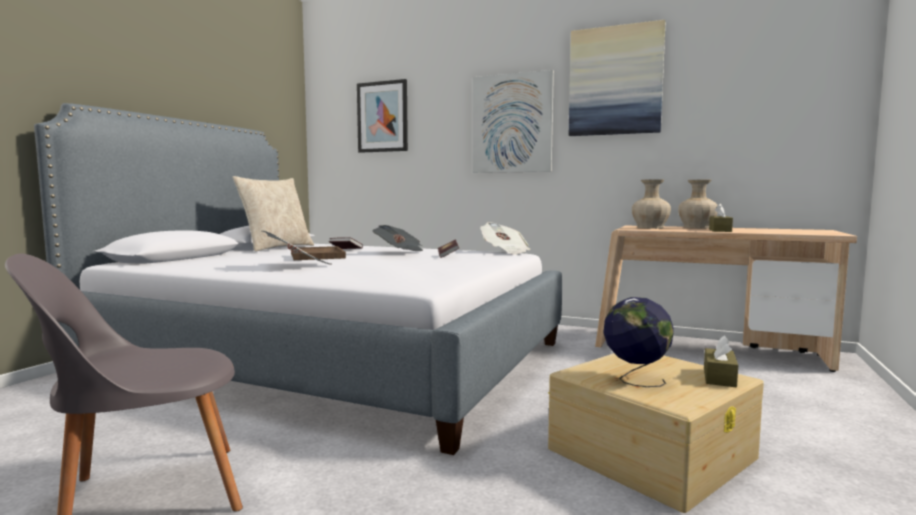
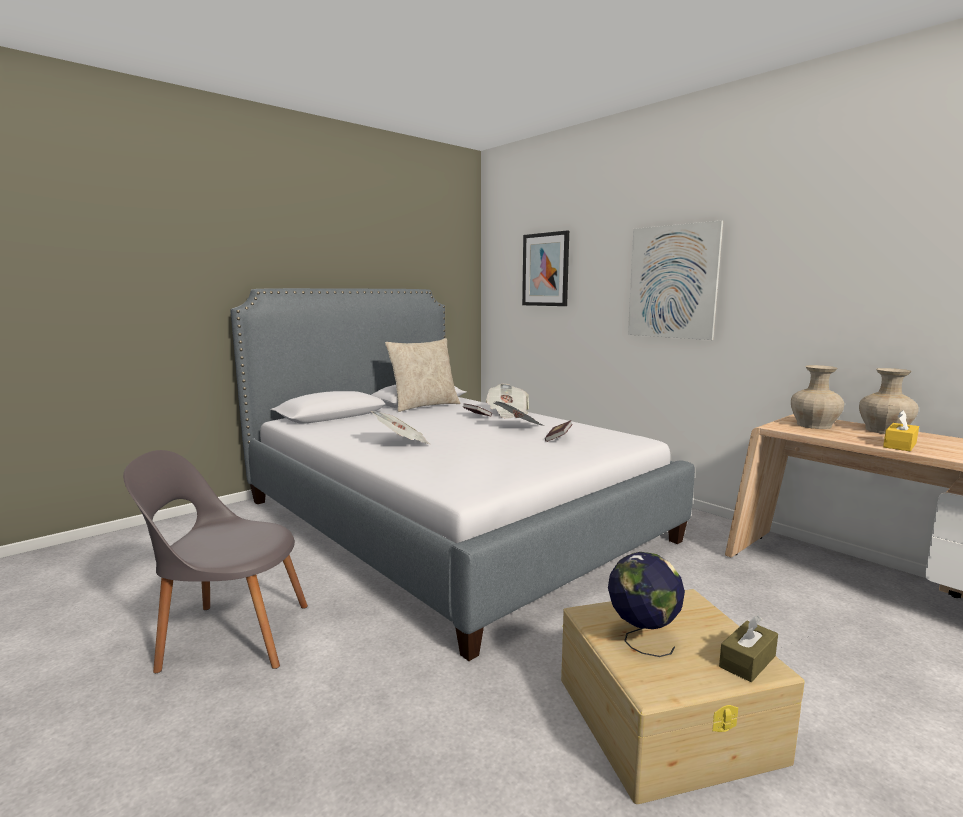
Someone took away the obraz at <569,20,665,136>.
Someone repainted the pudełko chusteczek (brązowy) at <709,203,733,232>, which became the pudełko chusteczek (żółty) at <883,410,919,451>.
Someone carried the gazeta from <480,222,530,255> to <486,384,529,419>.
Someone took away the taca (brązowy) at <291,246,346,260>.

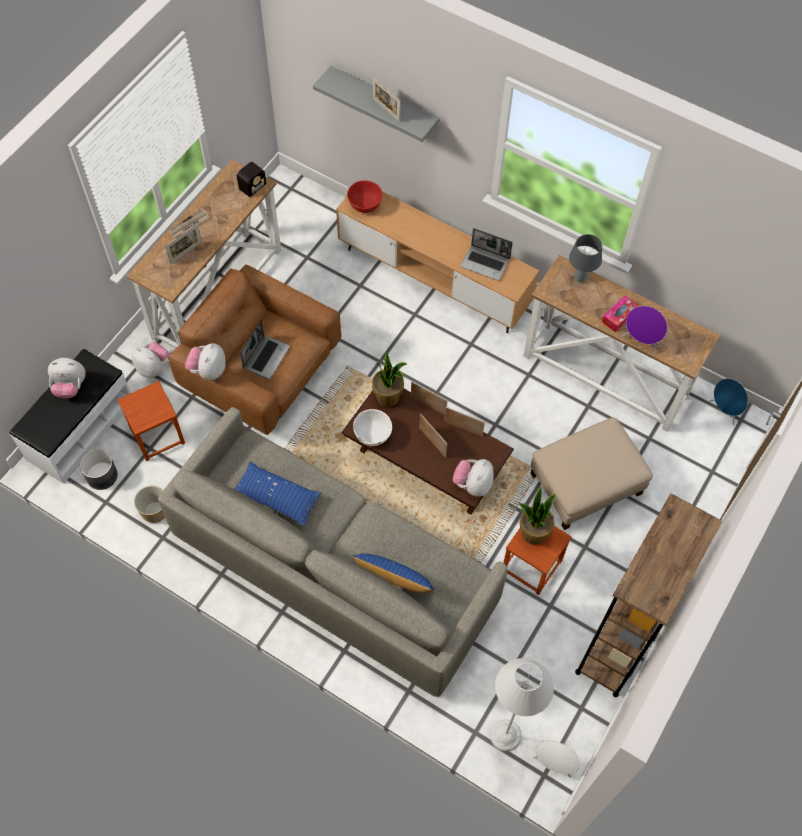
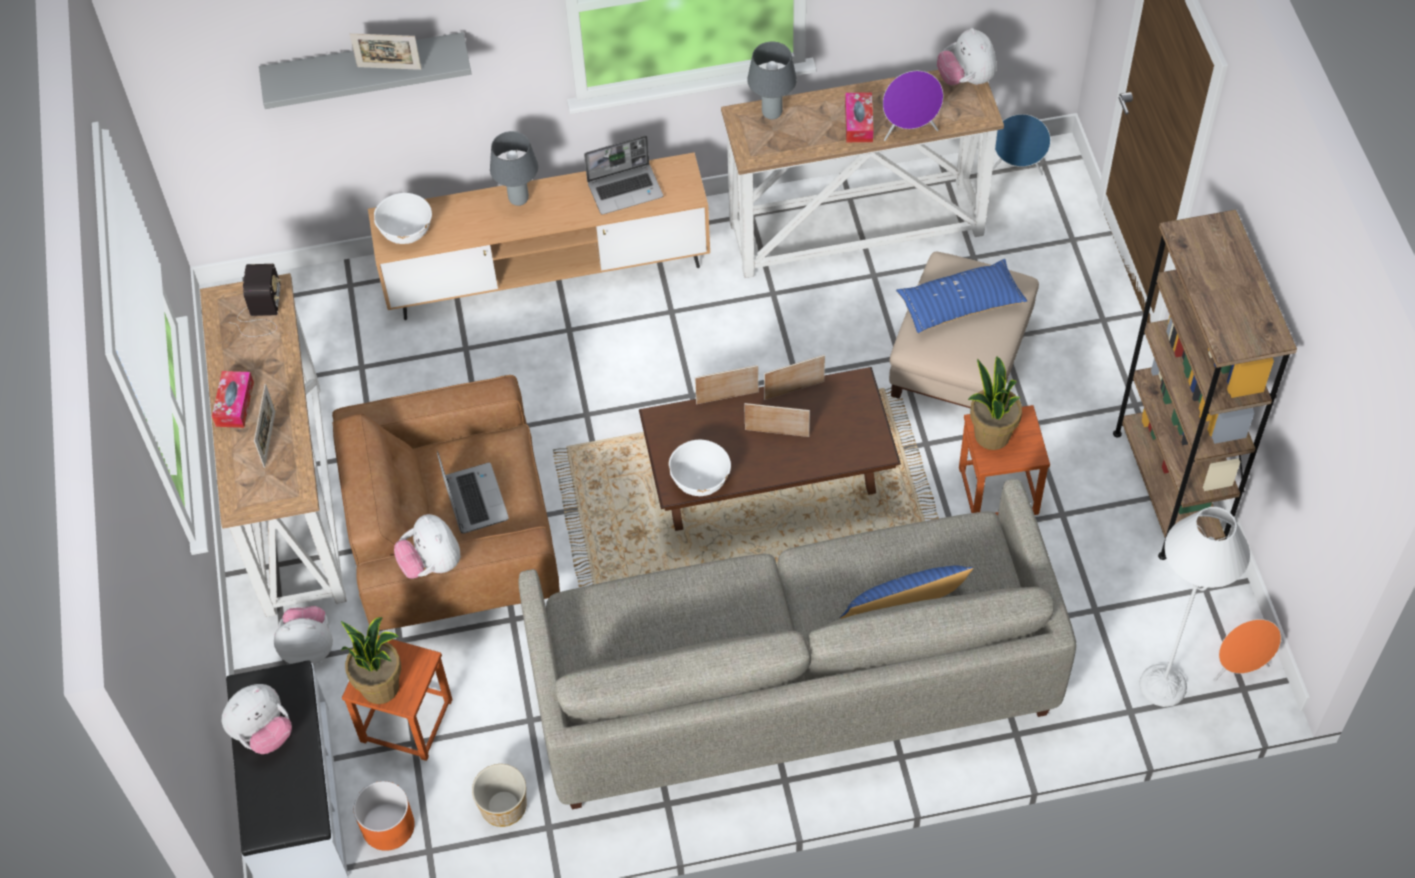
Someone repainted the miska (czerwony) at <347,180,383,213>, which became the miska (biały) at <374,193,432,244>.
Someone swapped the gazeta at <168,208,210,238> for the pudełko chusteczek at <212,371,254,428>.
Someone carried the roślina doniczkowa from <372,351,407,407> to <341,617,401,704>.
Someone repainted the donica (szary) at <80,449,118,490>, which became the donica (pomarańczowy) at <354,781,415,851>.
Someone carried the pluszak from <453,459,494,497> to <937,28,997,85>.
Someone carried the poduszka (niebieski) from <235,462,322,526> to <896,259,1027,333>.
Someone repainted the głośnik (biały) at <533,741,579,777>, which became the głośnik (pomarańczowy) at <1213,619,1281,682>.
Someone put down the lampa stołowa (szary) at <490,131,538,206>.

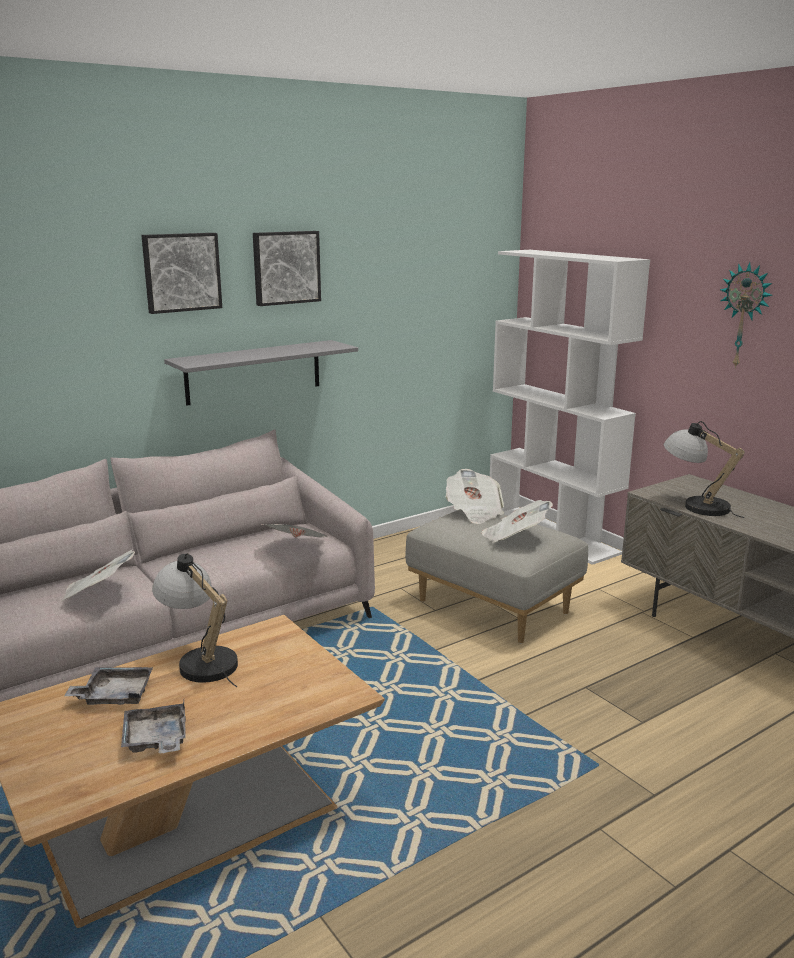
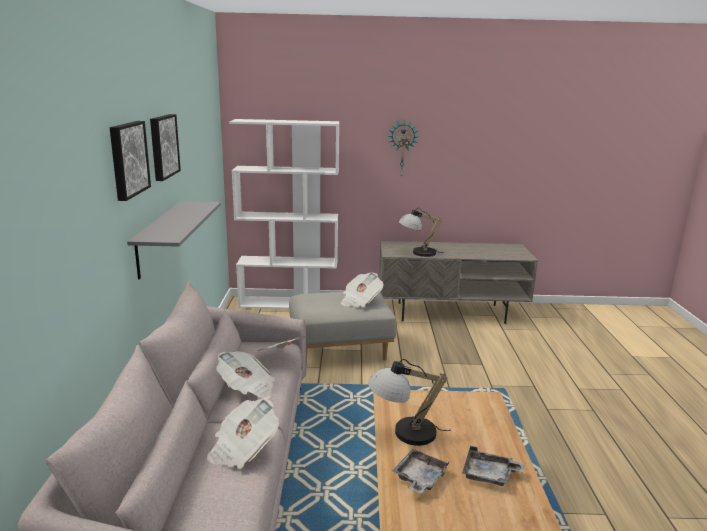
Someone carried the gazeta from <446,469,504,524> to <216,351,275,399>.

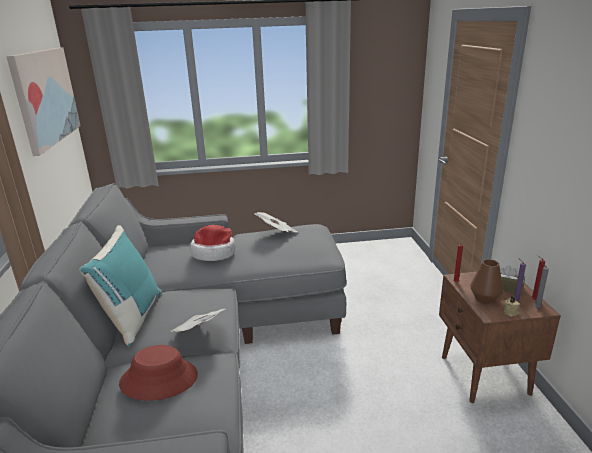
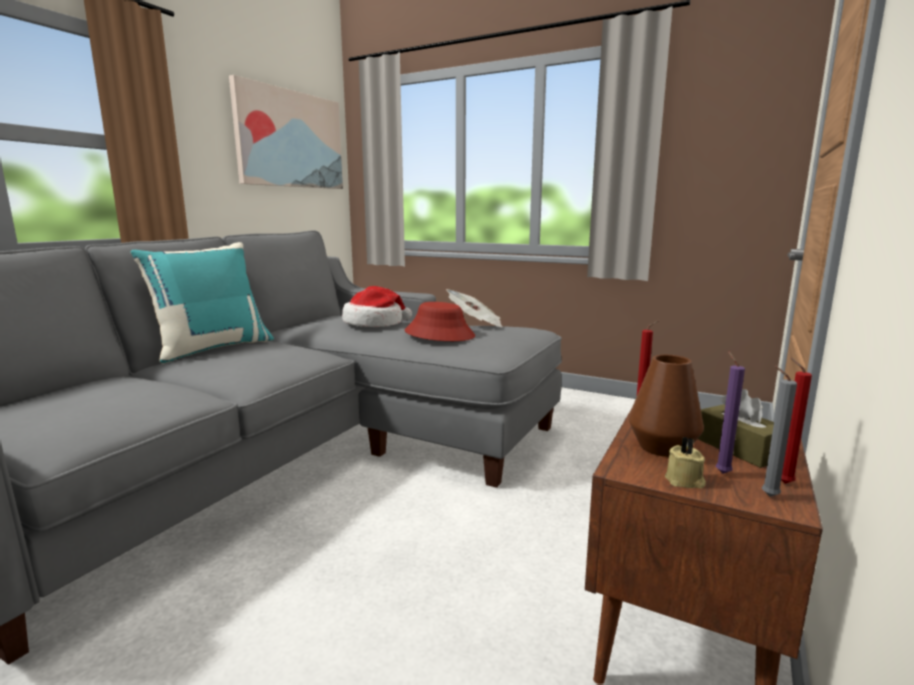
Someone took away the gazeta at <171,309,225,332>.
Someone carried the kapelusz (czerwony) from <119,345,198,401> to <405,302,475,341>.

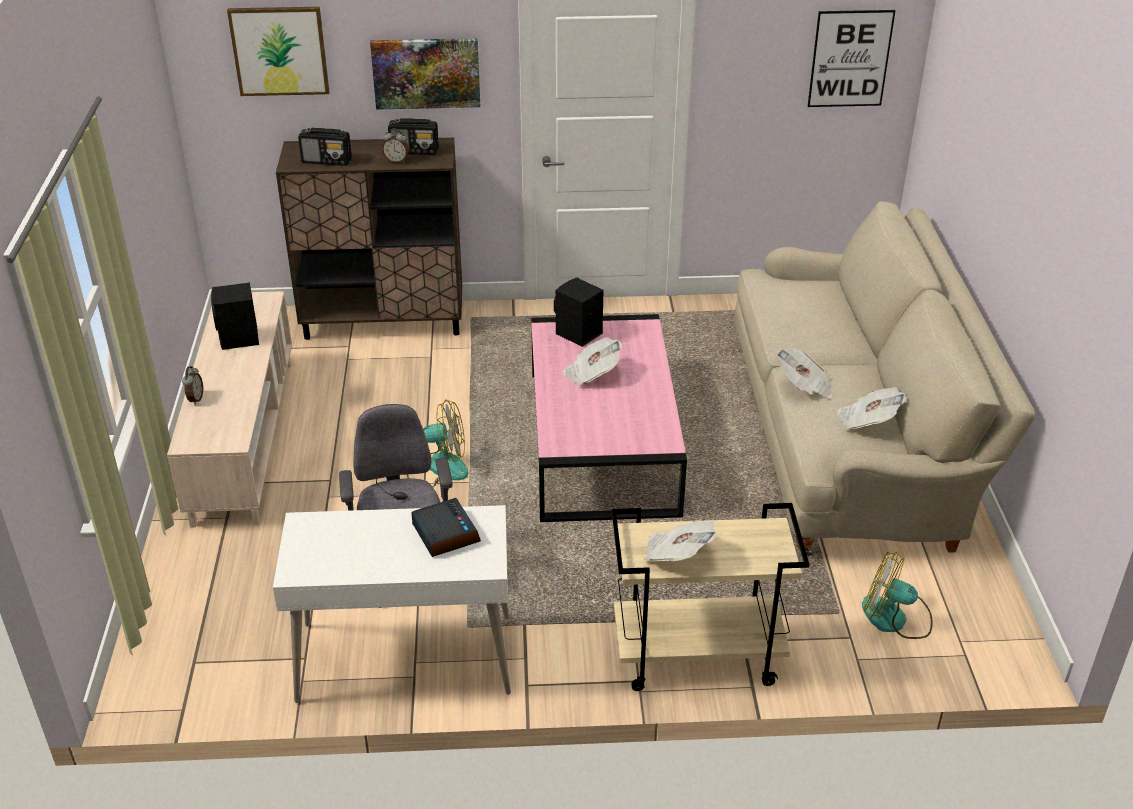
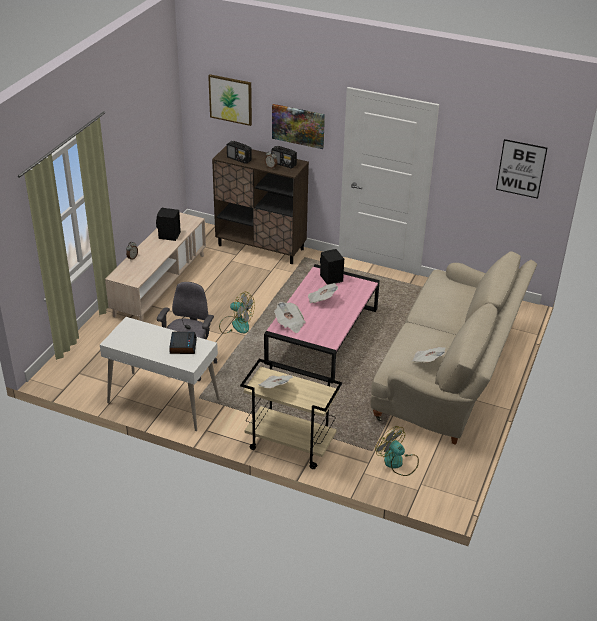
Someone carried the gazeta from <776,347,832,398> to <274,302,306,333>.

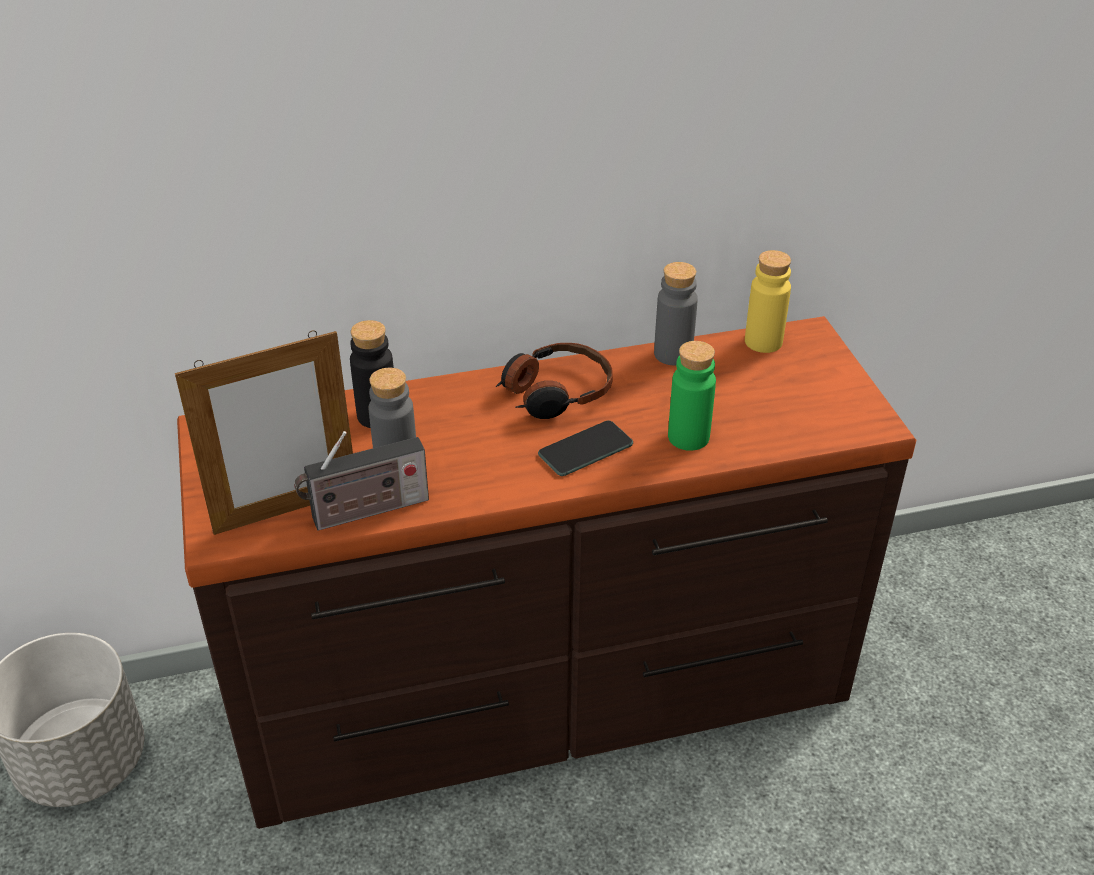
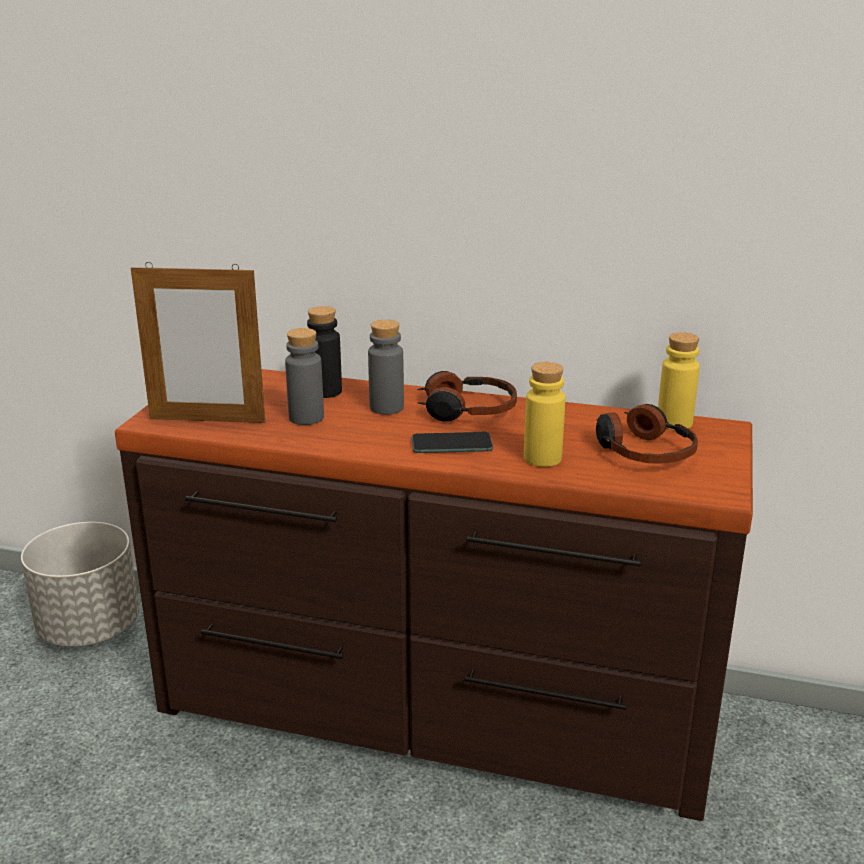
Someone carried the butelka (szary) from <654,262,698,366> to <368,320,404,415>.
Someone repainted the butelka (zielony) at <668,341,716,451>, which became the butelka (żółty) at <524,362,565,467>.
Someone took away the radio at <294,431,429,531>.
Someone put down the słuchawki at <596,404,698,464>.

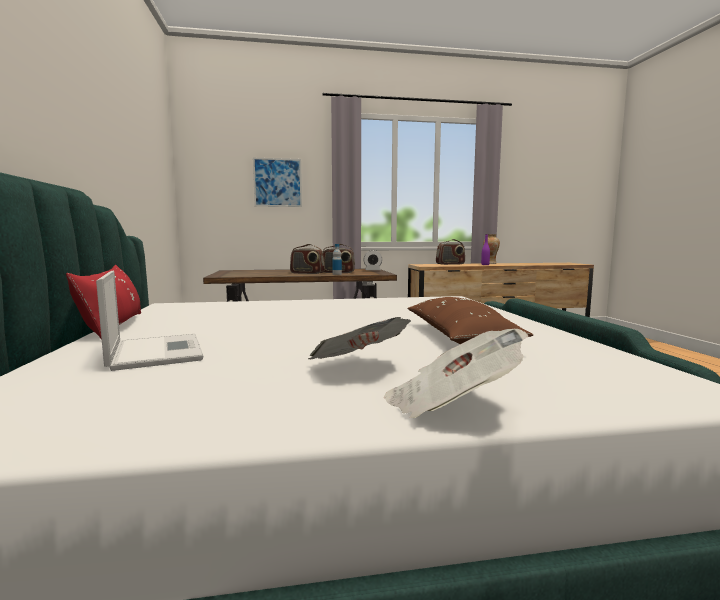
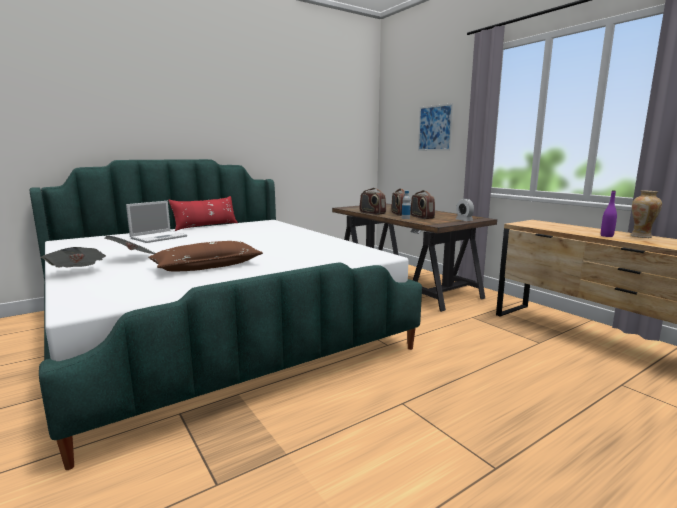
Someone carried the radio from <436,239,465,265> to <360,188,386,215>.

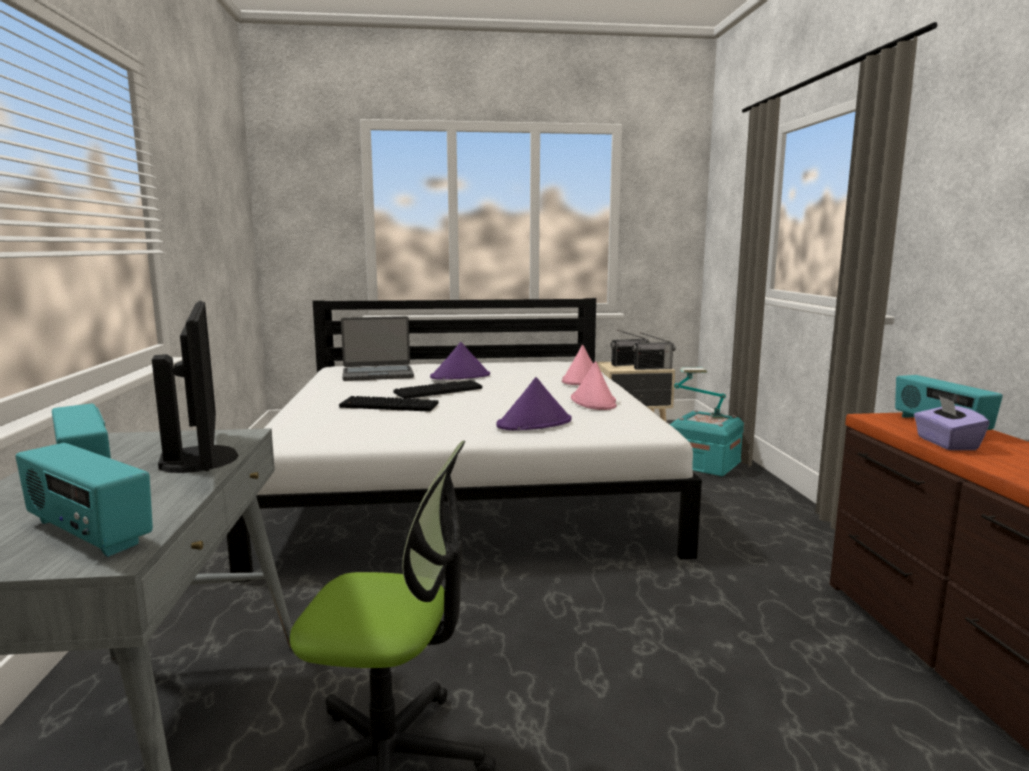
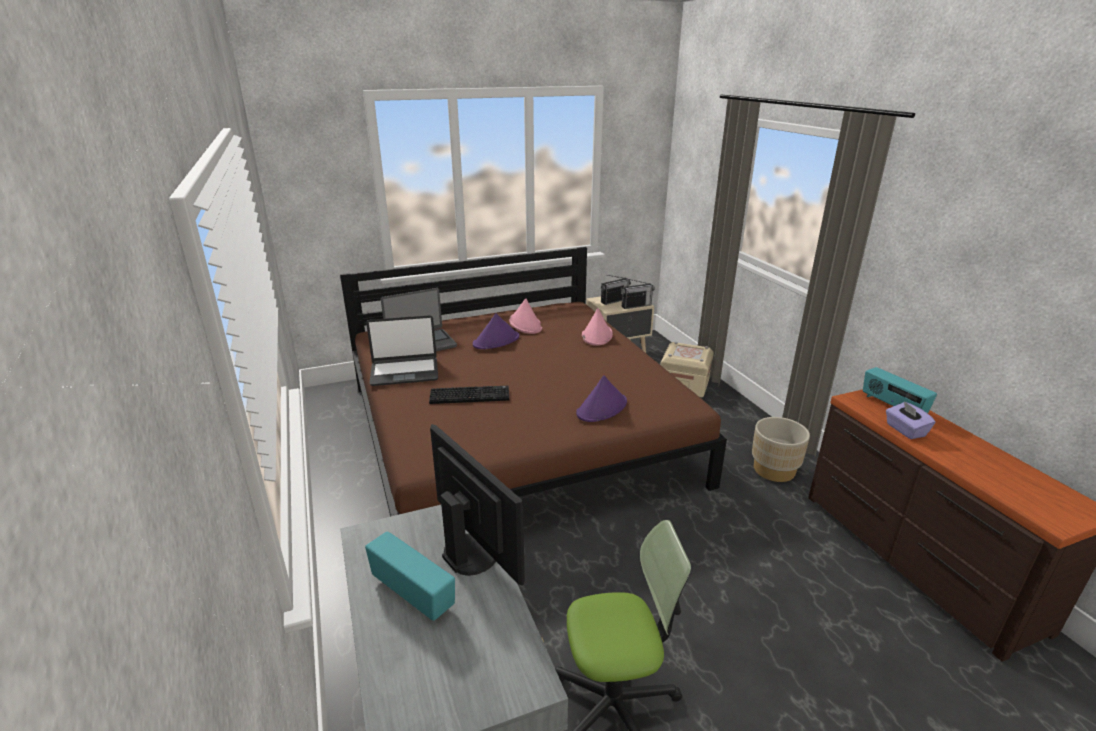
Someone repainted the łóżko (biały) at <227,298,702,582>, which became the łóżko (brązowy) at <340,247,727,517>.
Someone carried the kapelusz (różowy) from <571,361,617,410> to <509,299,542,334>.
Someone took away the lampa stołowa at <674,367,726,418>.
Someone took away the klawiatura at <394,380,482,399>.
Someone repainted the pojemnik do przechowywania (turkusowy) at <670,410,744,476>, which became the pojemnik do przechowywania (beżowy) at <660,342,714,397>.
Someone took away the radio at <16,443,153,557>.
Someone put down the laptop at <366,315,438,386>.
Someone put down the donica (beżowy) at <752,417,810,482>.

